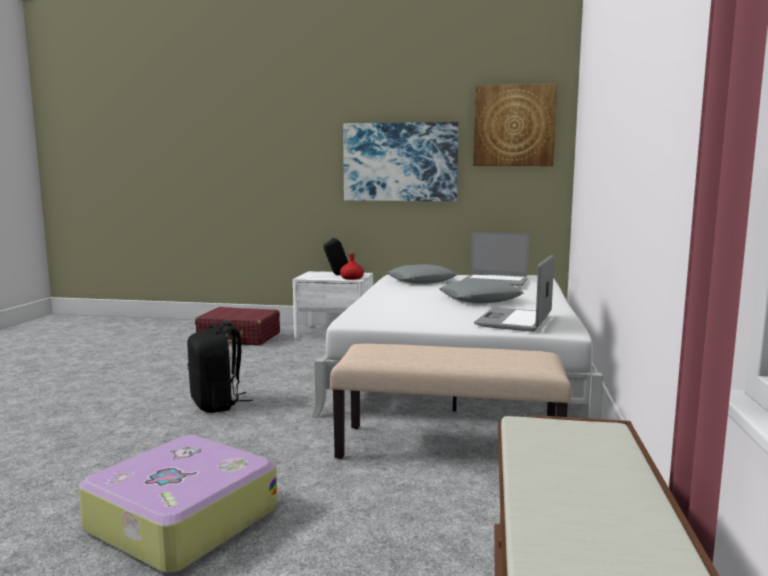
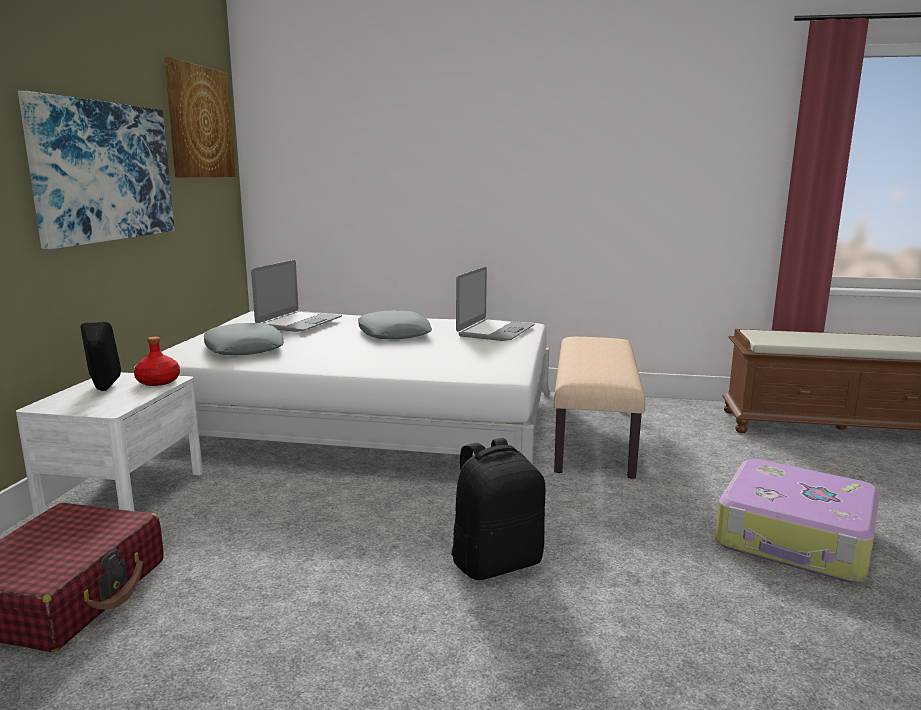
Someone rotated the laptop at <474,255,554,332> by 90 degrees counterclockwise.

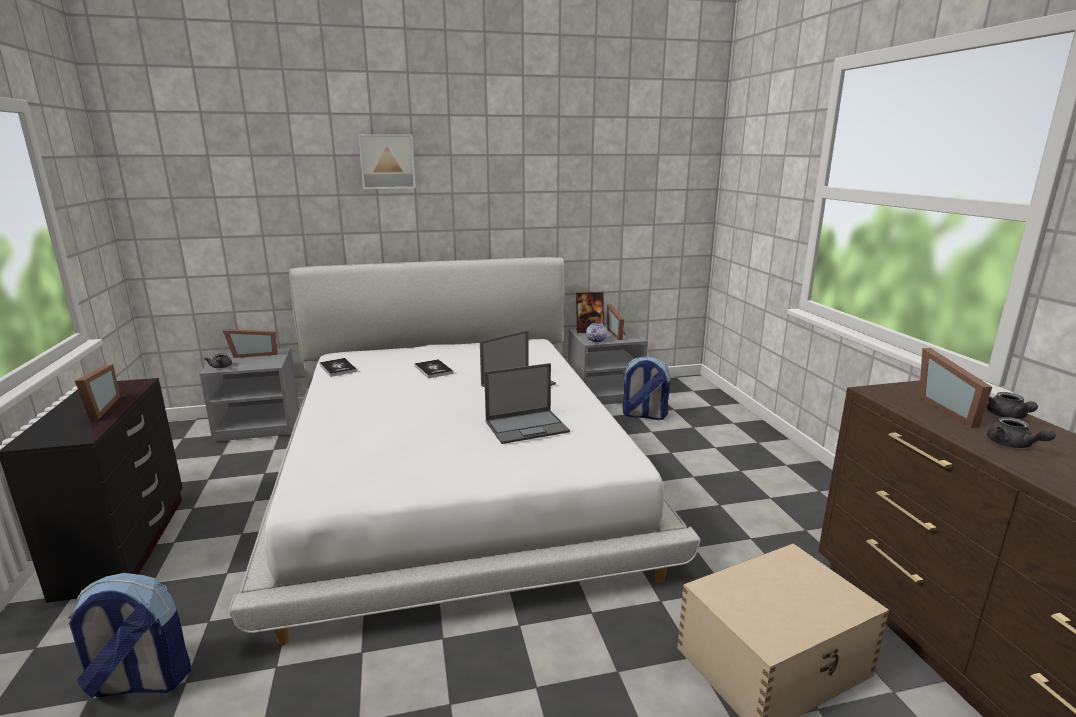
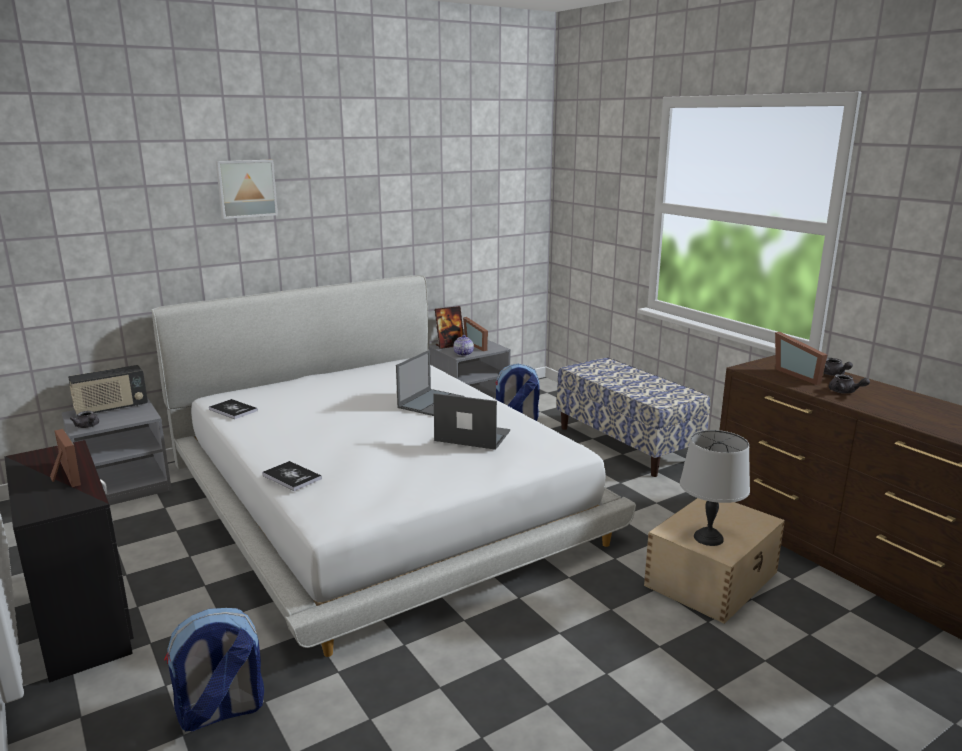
Someone swapped the ramka na zdjęcie at <223,329,277,358> for the radio at <68,365,148,416>.
Someone carried the książka from <414,359,454,378> to <262,461,322,491>.
Someone rotated the laptop at <484,363,570,444> by 120 degrees counterclockwise.
Someone put down the ławka at <557,357,710,477>.
Someone put down the lampa stołowa (szary) at <680,430,750,546>.

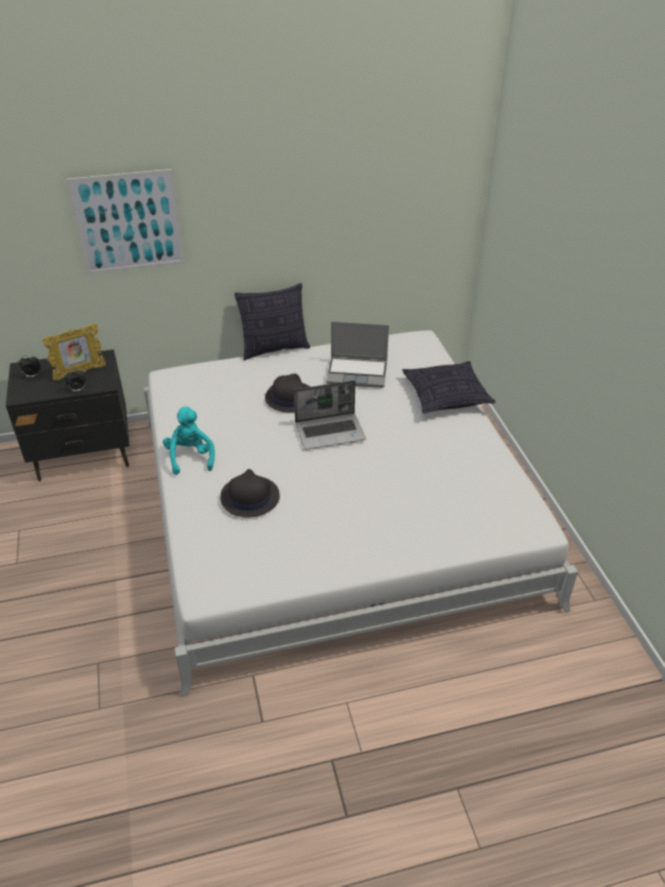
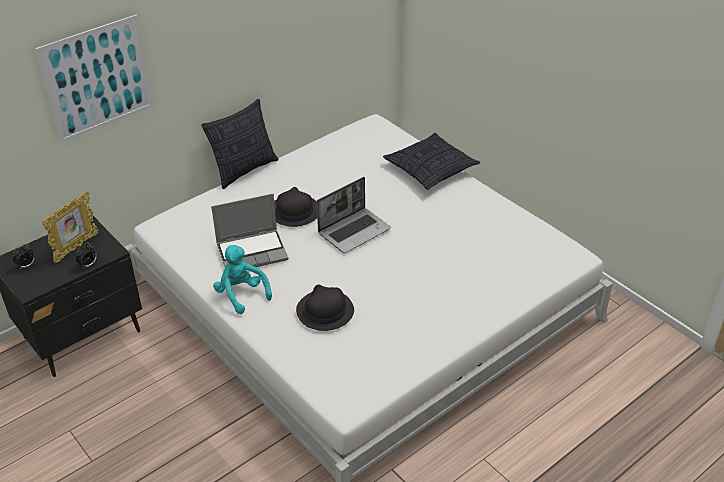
Someone carried the laptop from <326,321,389,388> to <211,194,288,267>.

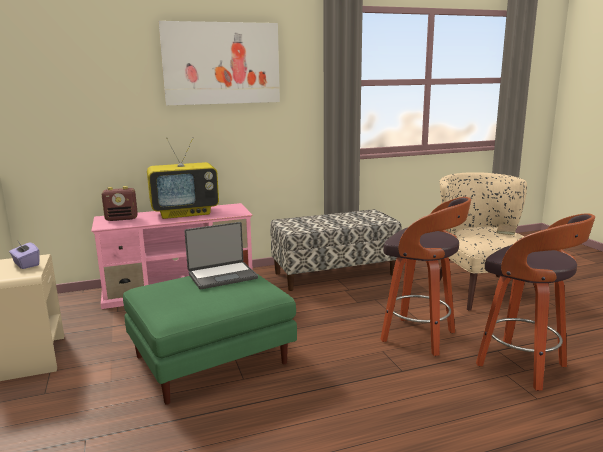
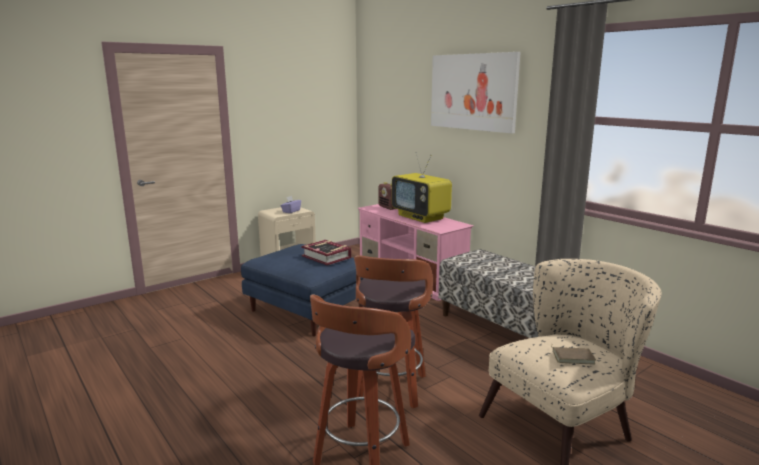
Someone swapped the laptop at <184,222,258,289> for the książka at <301,240,352,266>.
Someone repainted the pufa (zielony) at <123,273,297,405>, which became the pufa (niebieski) at <241,244,363,336>.

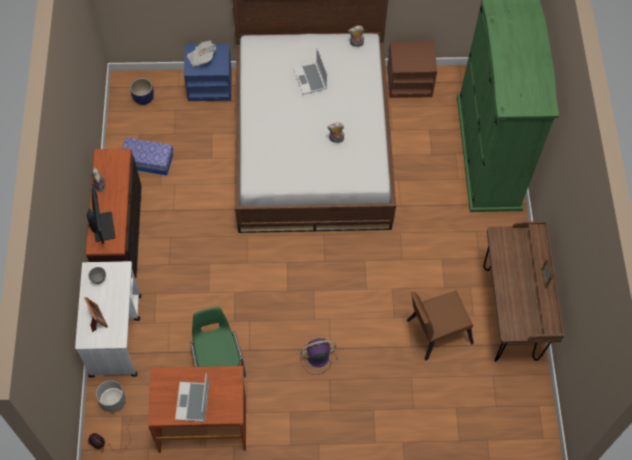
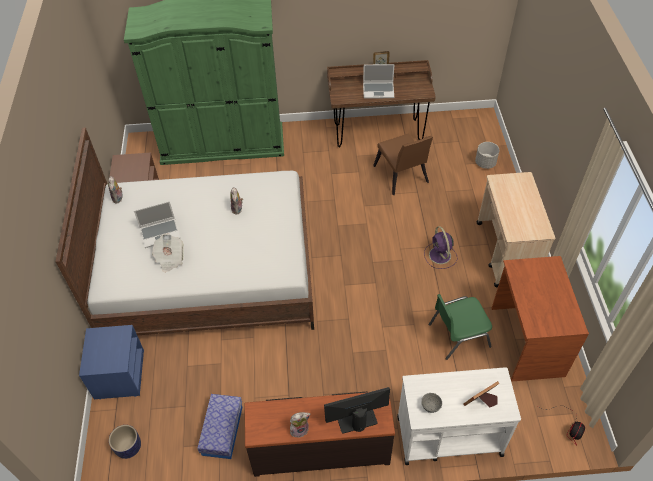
Someone carried the gazeta from <187,41,216,67> to <152,233,184,272>.
Someone carried the laptop from <175,373,209,422> to <363,64,395,99>.
Someone carried the donica (szary) from <96,380,126,412> to <475,142,499,169>.
Someone put down the wózek (beżowy) at <477,172,555,287>.

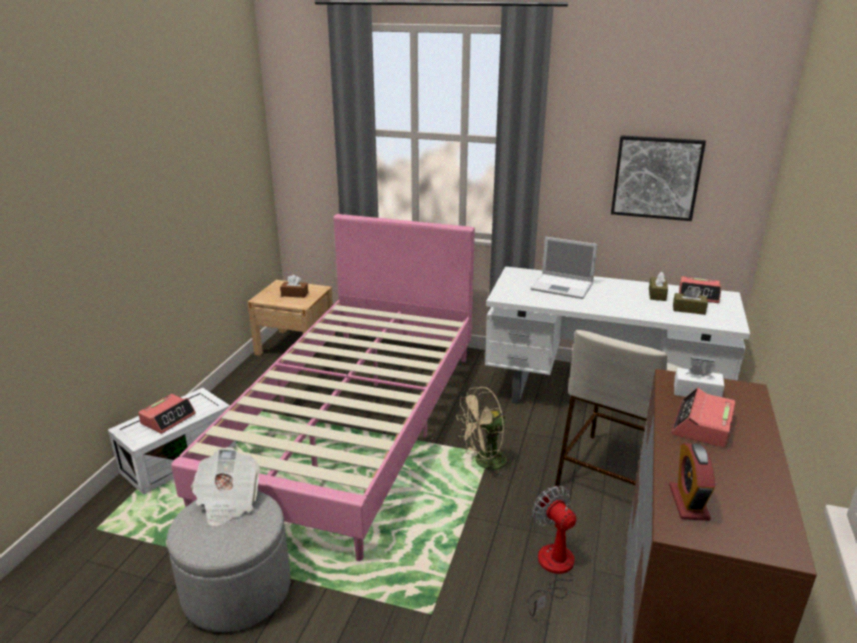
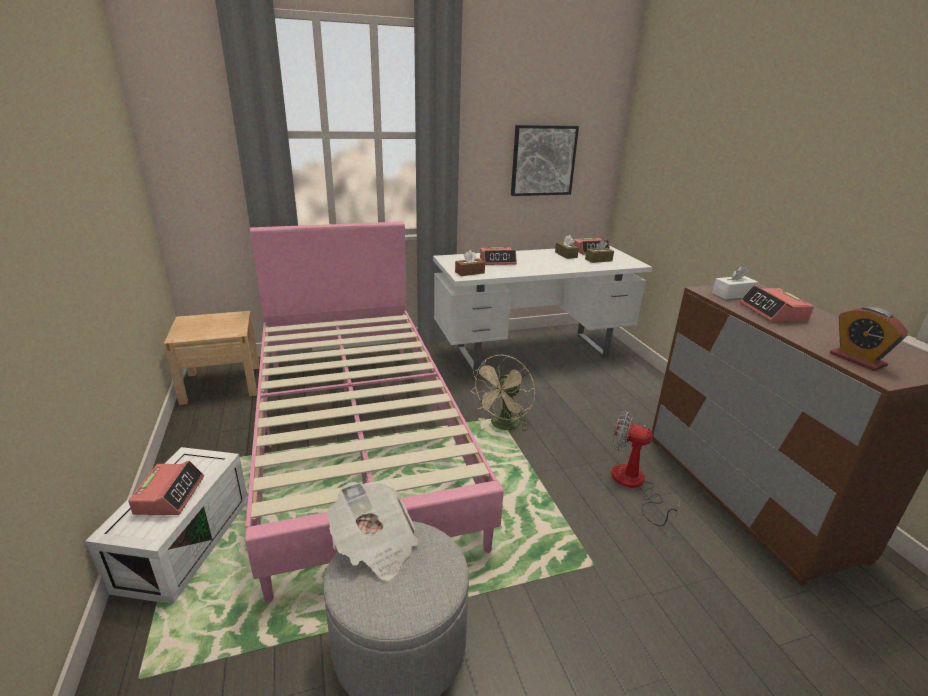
Someone swapped the laptop at <530,237,598,299> for the budzik at <480,247,517,265>.
Someone carried the pudełko chusteczek (brązowy) from <280,275,308,298> to <455,250,485,276>.
Someone took away the stołek (beżowy) at <555,330,682,487>.

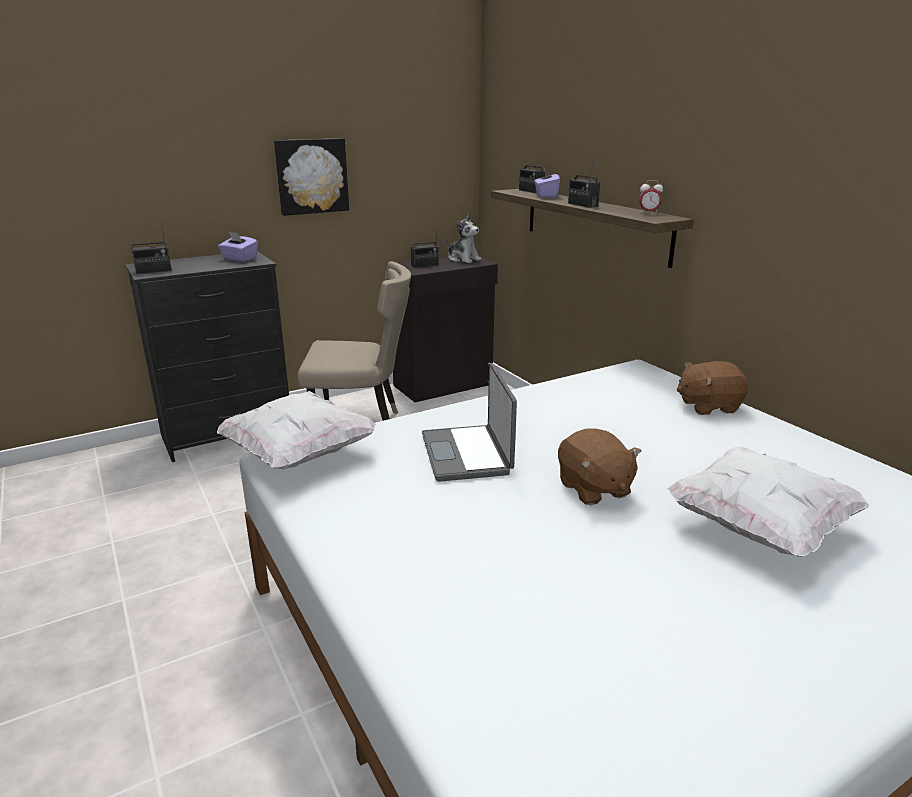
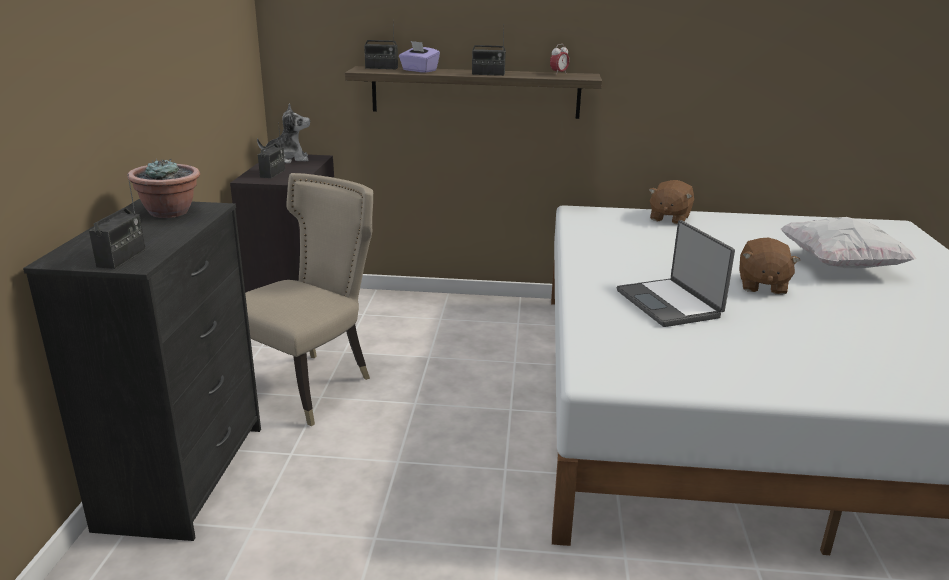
Someone took away the obraz at <274,138,349,216>.
Someone swapped the pudełko chusteczek (fioletowy) at <218,231,258,262> for the roślina doniczkowa at <127,159,200,218>.
Someone rotated the laptop at <422,363,517,482> by 45 degrees clockwise.
Someone took away the poduszka (biały) at <217,391,377,469>.
Someone rotated the pluszak (brązowy) at <558,429,641,505> by 90 degrees clockwise.

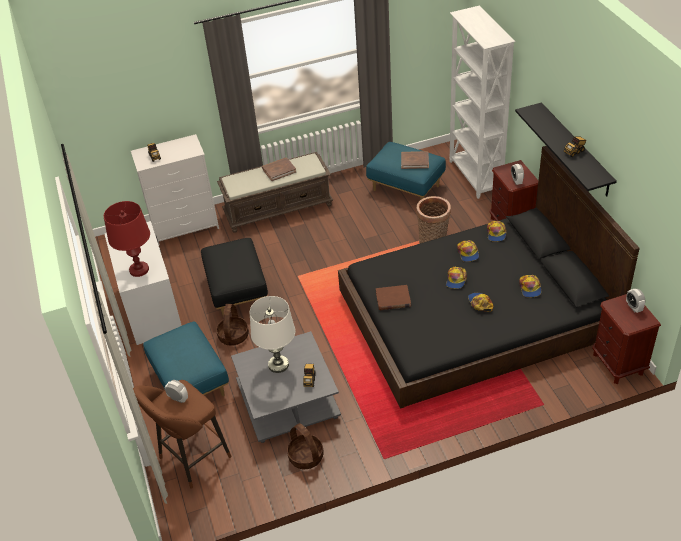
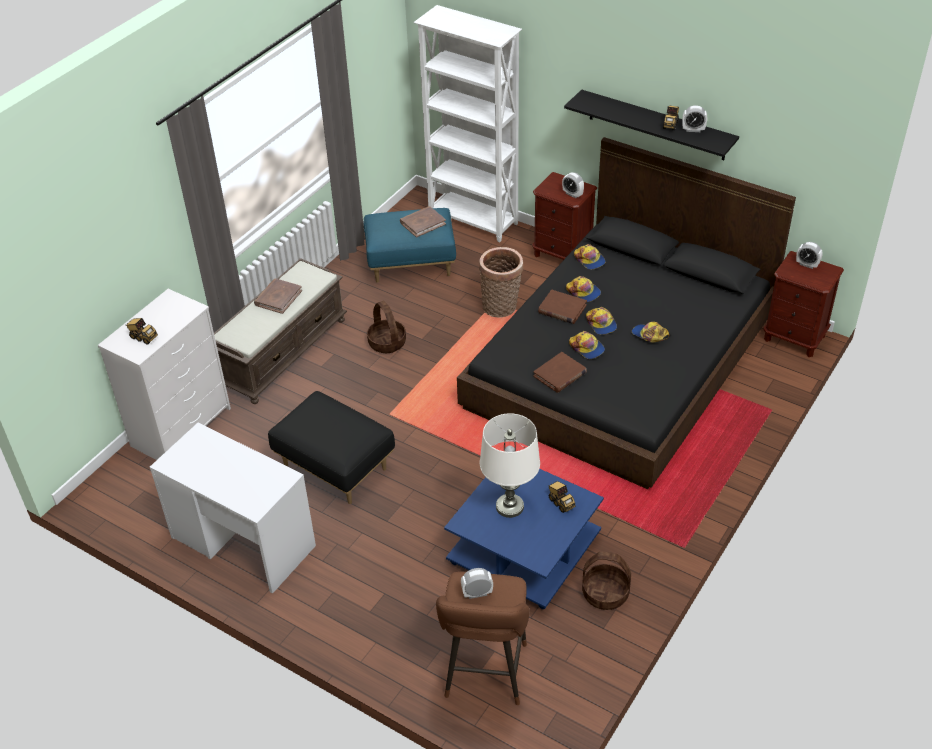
Someone took away the lampa stołowa (czerwony) at <104,201,150,277>.
Someone carried the czapka z daszkiem from <519,275,541,298> to <569,331,605,359>.
Someone carried the koszyk from <216,304,249,346> to <367,301,406,353>.
Someone took away the pufa (niebieski) at <143,322,229,396>.
Someone repainted the ława (szary) at <231,331,341,443>, which became the ława (niebieski) at <444,469,604,609>.
Someone put down the budzik at <683,105,707,132>.
Someone put down the książka (brązowy) at <538,290,587,324>.

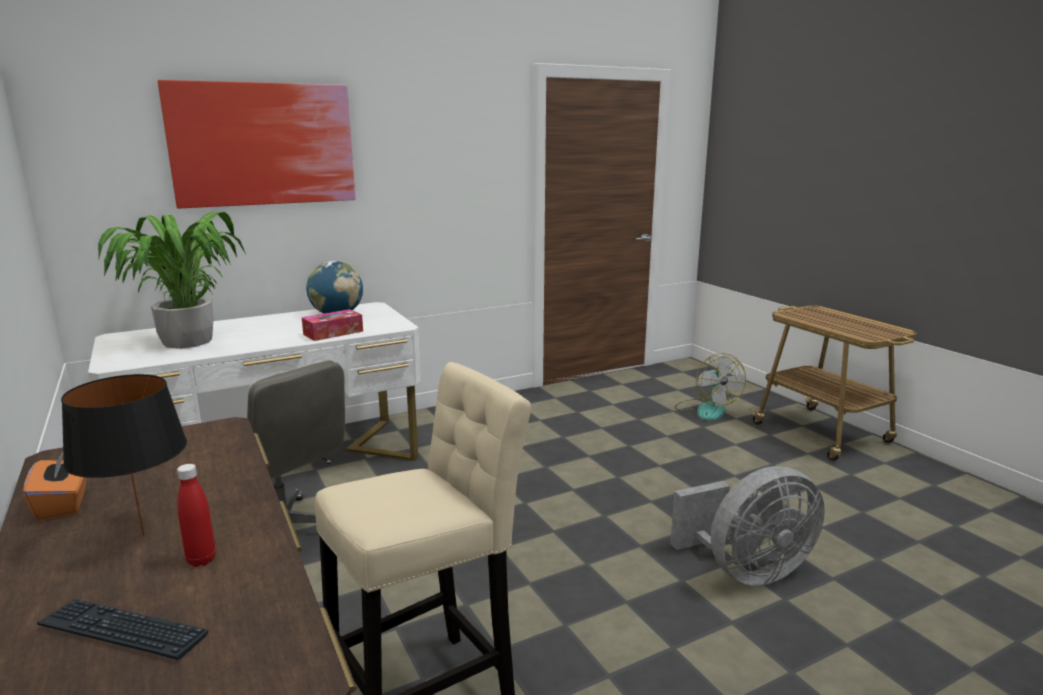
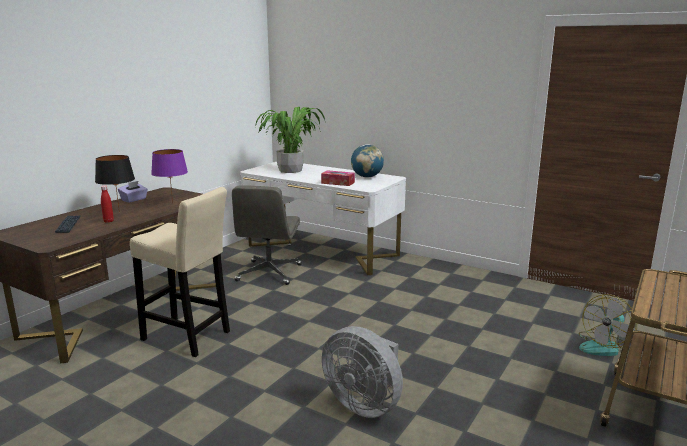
Someone took away the obraz at <158,80,356,209>.
Someone repainted the pudełko chusteczek (pomarańczowy) at <23,452,86,521>, which became the pudełko chusteczek (fioletowy) at <118,181,148,202>.
Someone put down the lampa stołowa (fioletowy) at <151,149,188,203>.

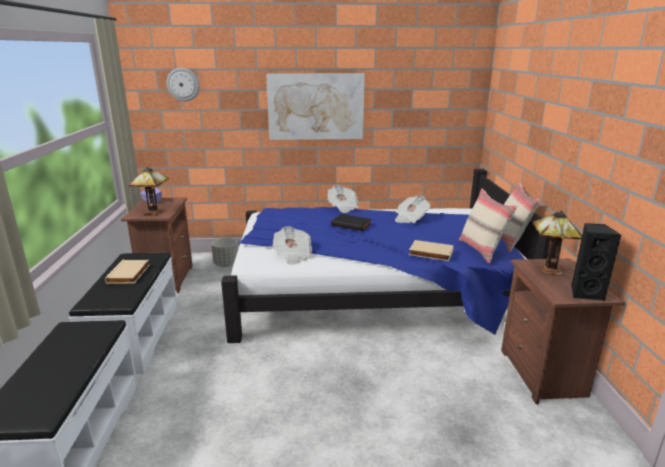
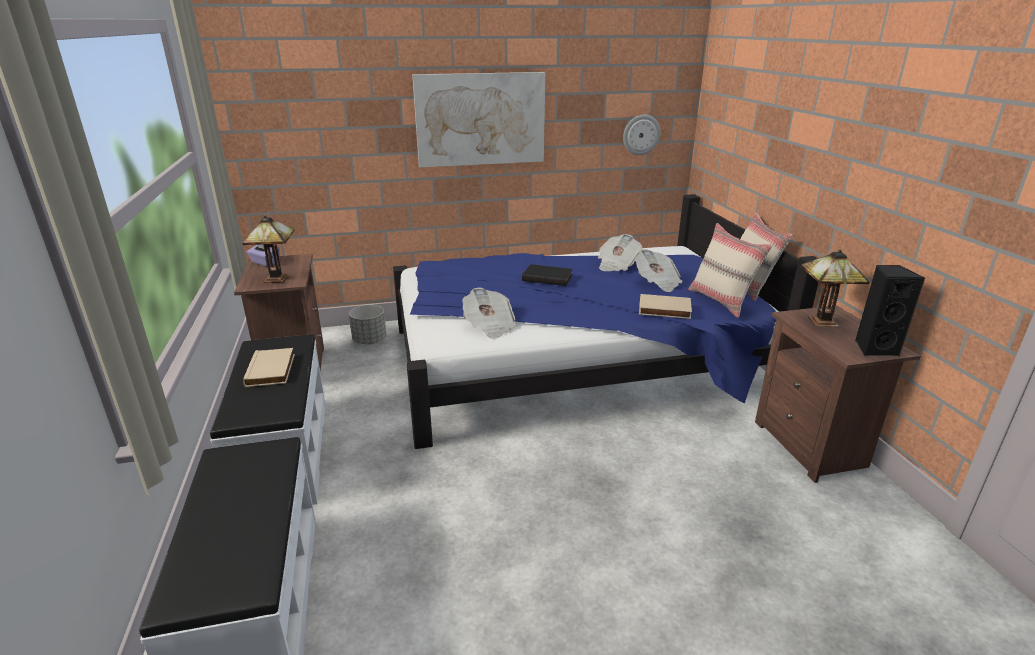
Someone carried the zegar ścienny from <167,68,200,101> to <623,115,660,155>.
Someone carried the gazeta from <328,185,359,213> to <635,249,683,292>.

